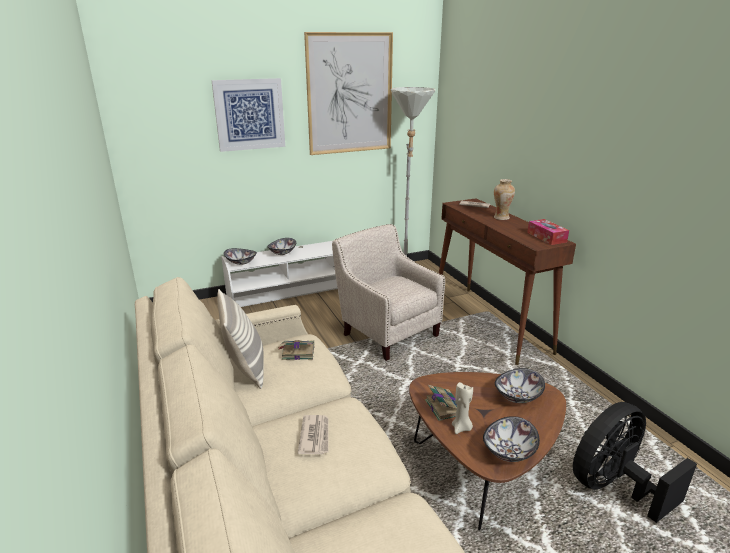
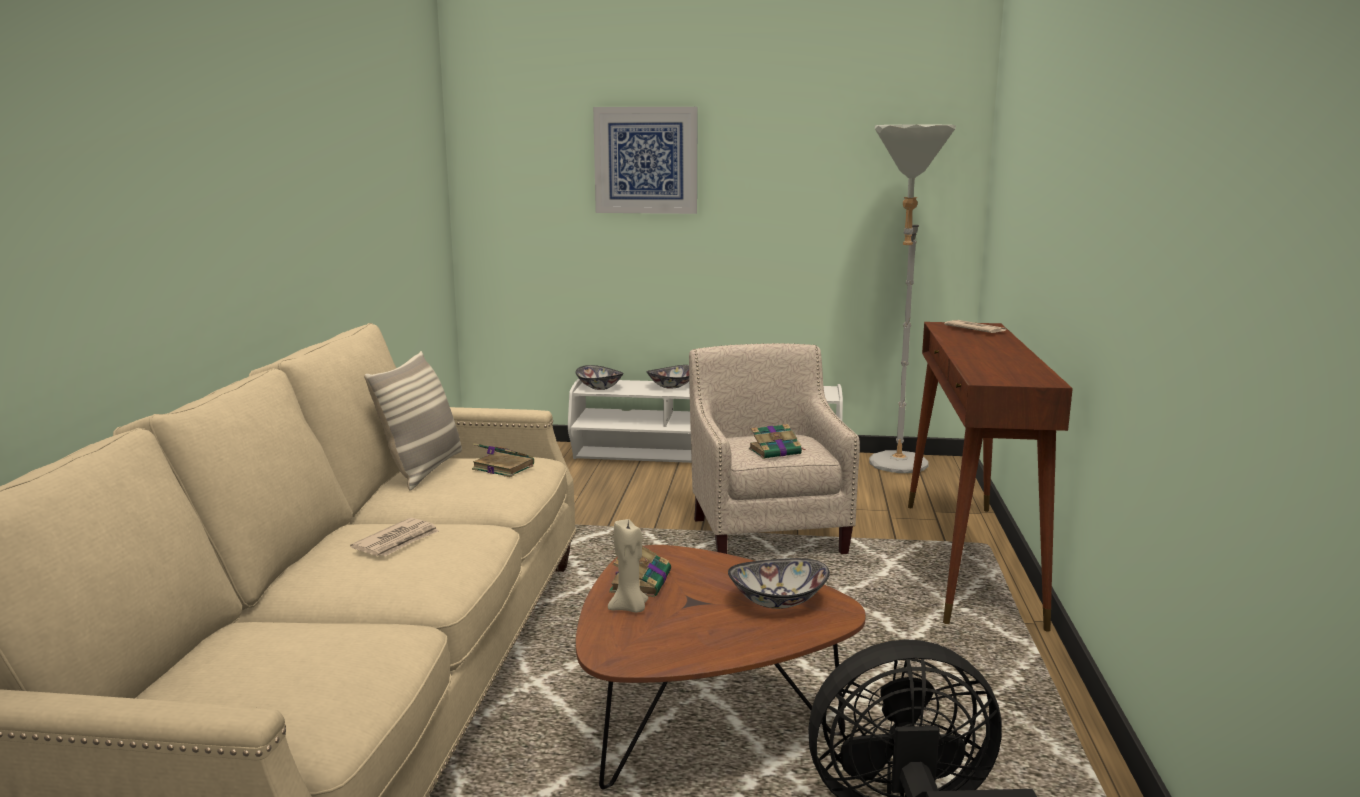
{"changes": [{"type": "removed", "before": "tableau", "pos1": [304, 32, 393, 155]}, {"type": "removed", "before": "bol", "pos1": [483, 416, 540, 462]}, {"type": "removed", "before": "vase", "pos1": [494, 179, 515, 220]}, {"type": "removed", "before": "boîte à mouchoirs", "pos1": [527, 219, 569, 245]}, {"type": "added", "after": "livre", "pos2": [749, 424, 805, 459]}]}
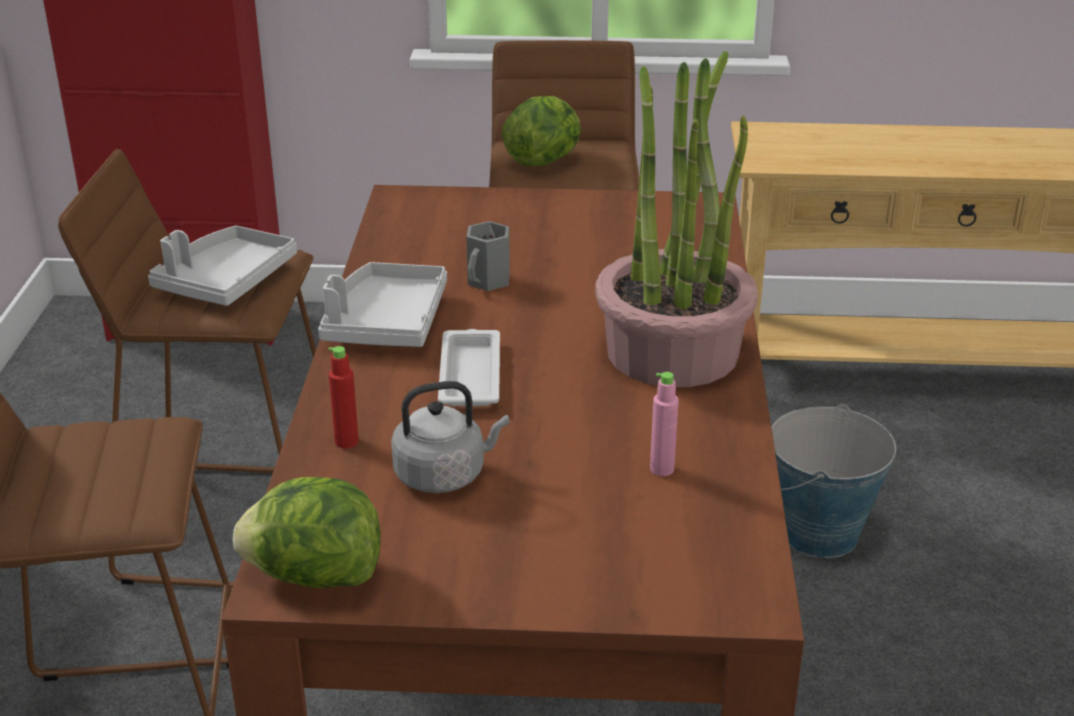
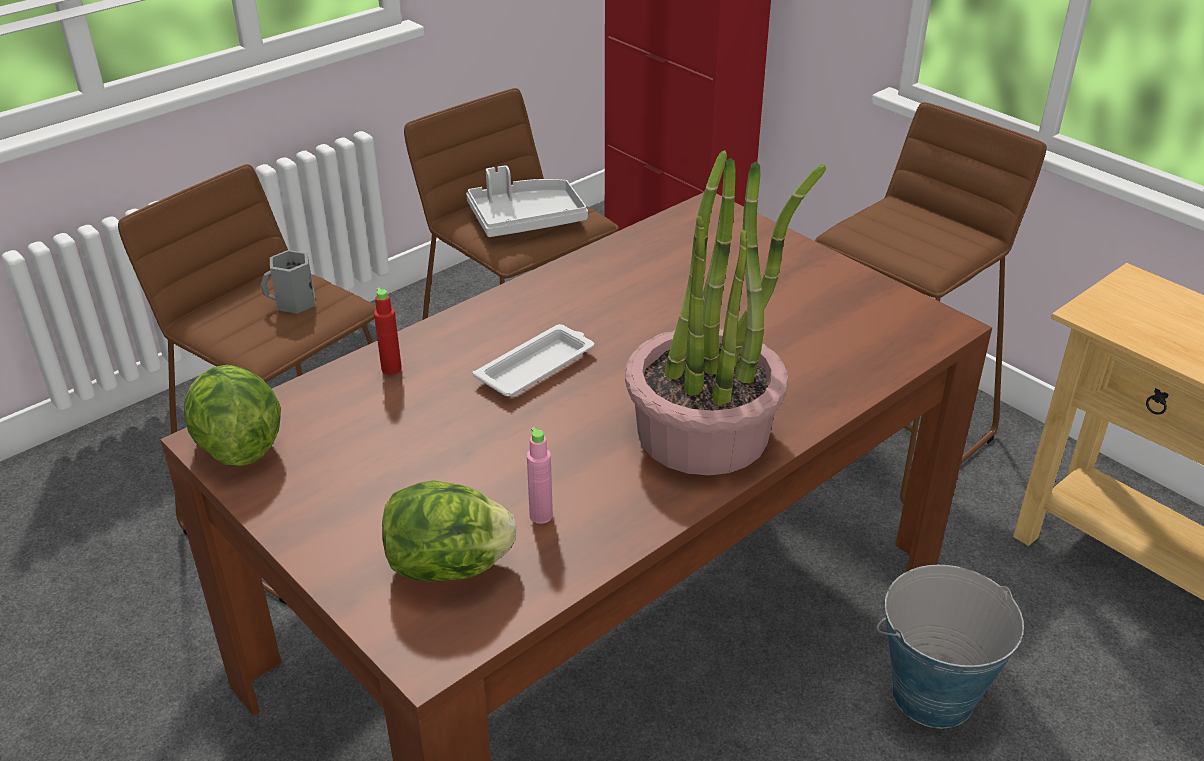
{"changes": [{"type": "removed", "before": "plateau [gris]", "pos1": [318, 262, 447, 347]}, {"type": "removed", "before": "bouilloire [gris]", "pos1": [391, 381, 510, 493]}, {"type": "moved", "before": "mug [gris]", "pos1": [467, 221, 510, 291], "pos2": [261, 250, 315, 314]}, {"type": "moved", "before": "laitue", "pos1": [502, 96, 581, 166], "pos2": [382, 480, 517, 581]}]}
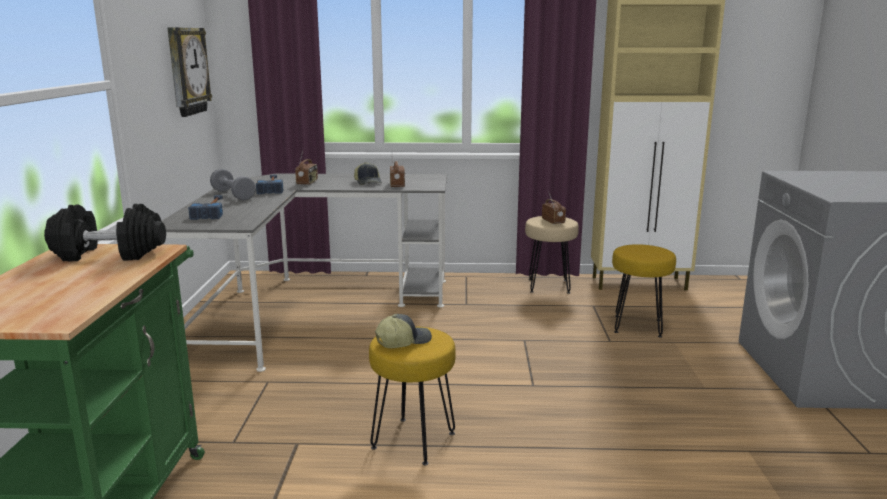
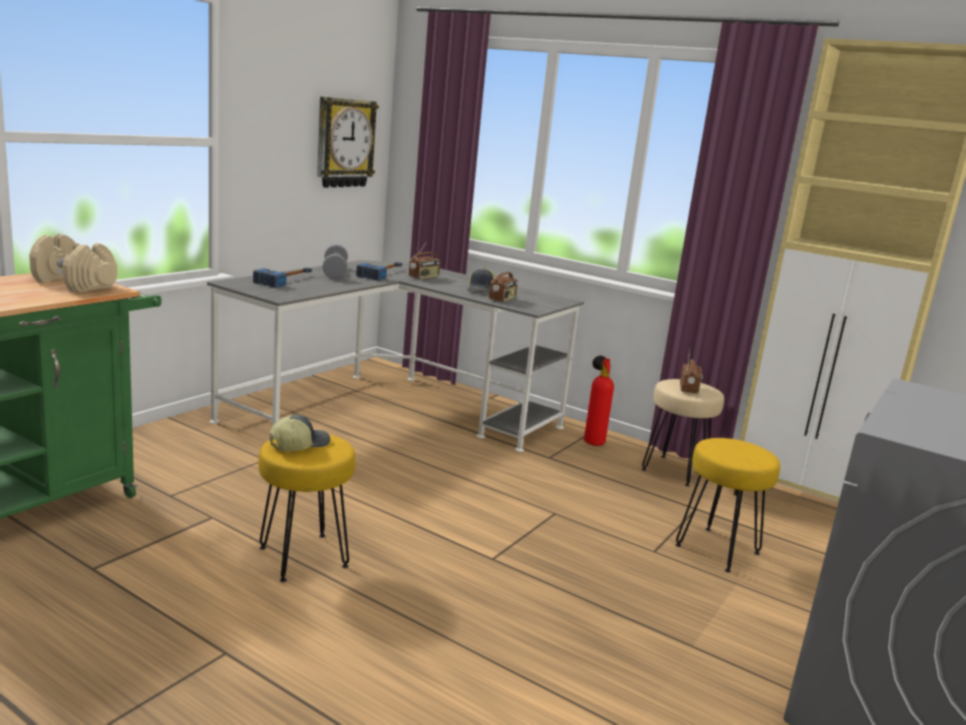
{"changes": [{"type": "added", "after": "extincteur", "pos2": [584, 356, 614, 446]}, {"type": "recoloured", "before": "haltère [noir]", "after": "haltère [beige]", "pos1": [44, 204, 166, 261], "pos2": [29, 234, 117, 292]}, {"type": "turned", "before": "casquette", "pos1": [375, 314, 432, 348], "pos2": [270, 414, 330, 452], "turn": -45}]}
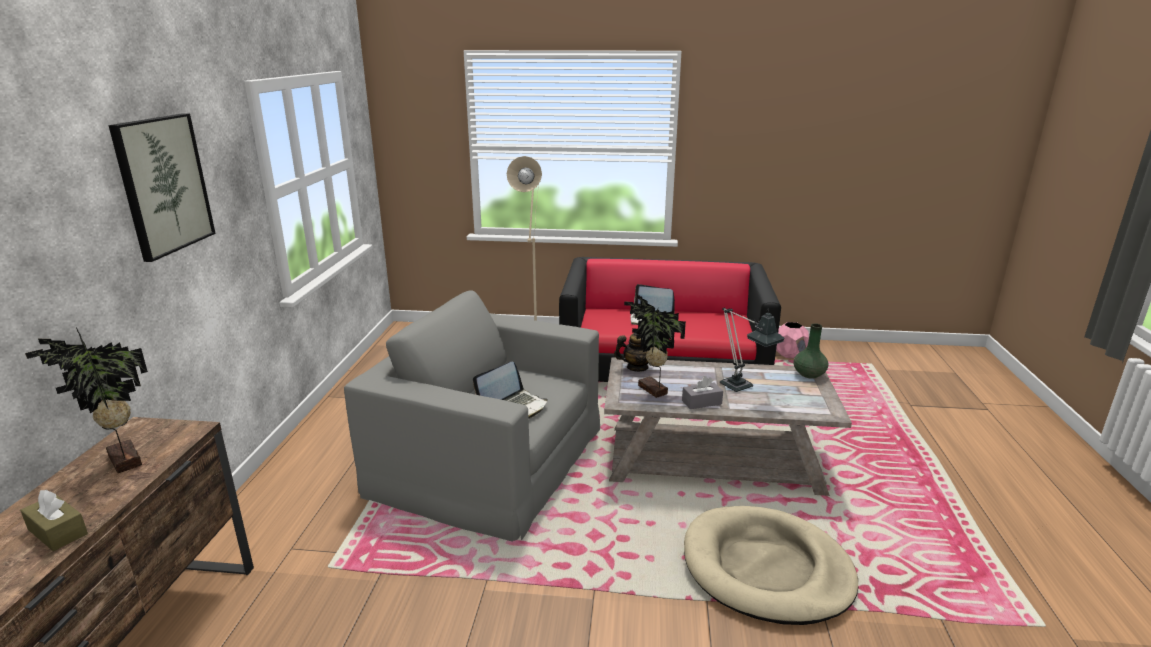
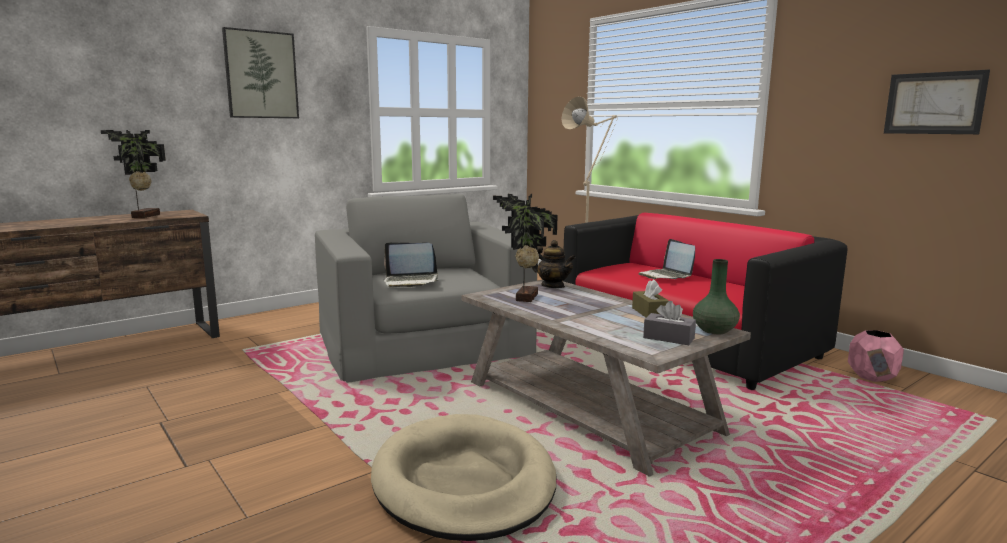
{"changes": [{"type": "removed", "before": "lampe de table", "pos1": [720, 307, 785, 392]}, {"type": "added", "after": "tableau", "pos2": [884, 70, 990, 134]}, {"type": "moved", "before": "boîte à mouchoirs [marron]", "pos1": [20, 490, 88, 551], "pos2": [632, 279, 669, 317]}, {"type": "moved", "before": "boîte à mouchoirs [gris]", "pos1": [682, 376, 723, 409], "pos2": [643, 301, 696, 345]}]}
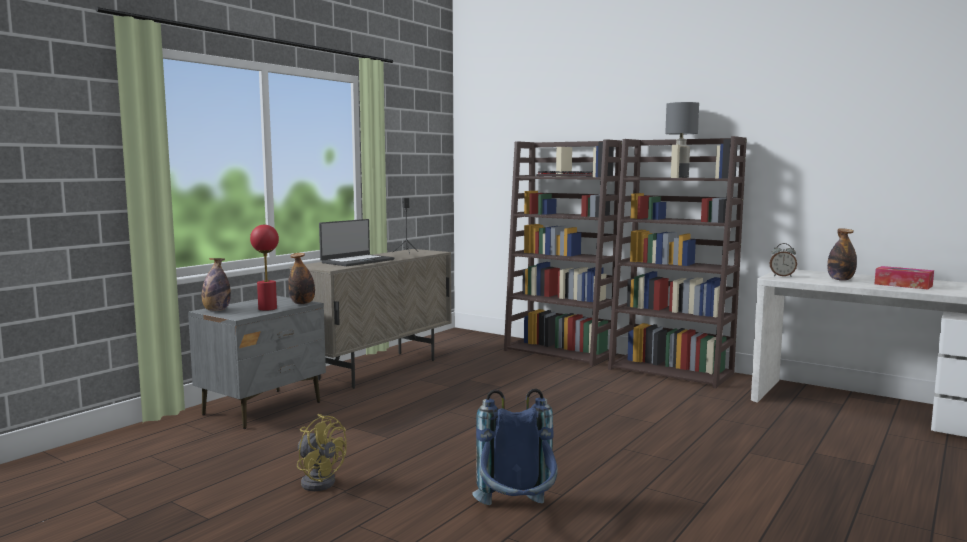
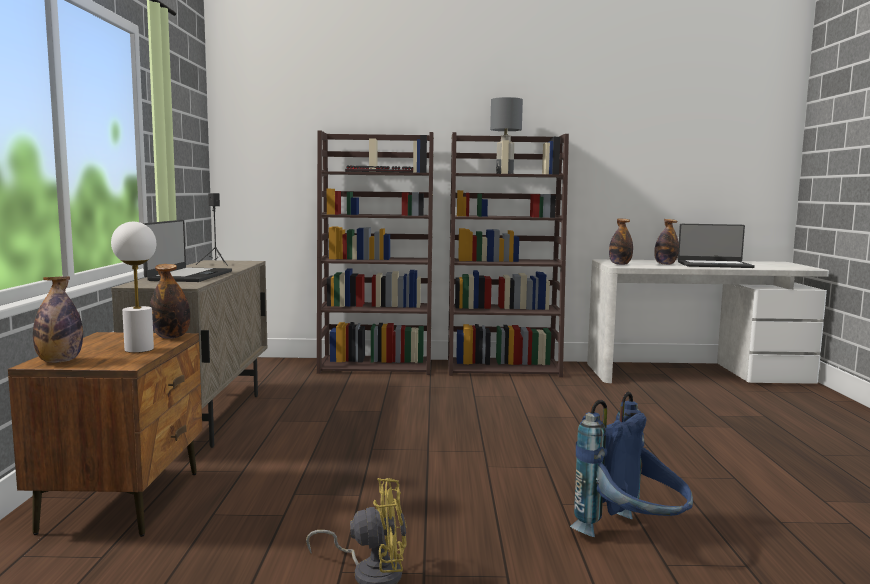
{"changes": [{"type": "replaced", "before": "réveil", "after": "bouteille", "pos1": [769, 243, 797, 277], "pos2": [609, 218, 633, 265]}, {"type": "replaced", "before": "boîte à mouchoirs", "after": "ordinateur portable", "pos1": [875, 266, 934, 290], "pos2": [678, 224, 755, 268]}, {"type": "recoloured", "before": "table de chevet [gris]", "after": "table de chevet [marron]", "pos1": [188, 296, 326, 429], "pos2": [8, 332, 203, 537]}, {"type": "recoloured", "before": "lampe de table [rouge]", "after": "lampe de table [blanc]", "pos1": [250, 225, 279, 311], "pos2": [111, 222, 156, 353]}]}
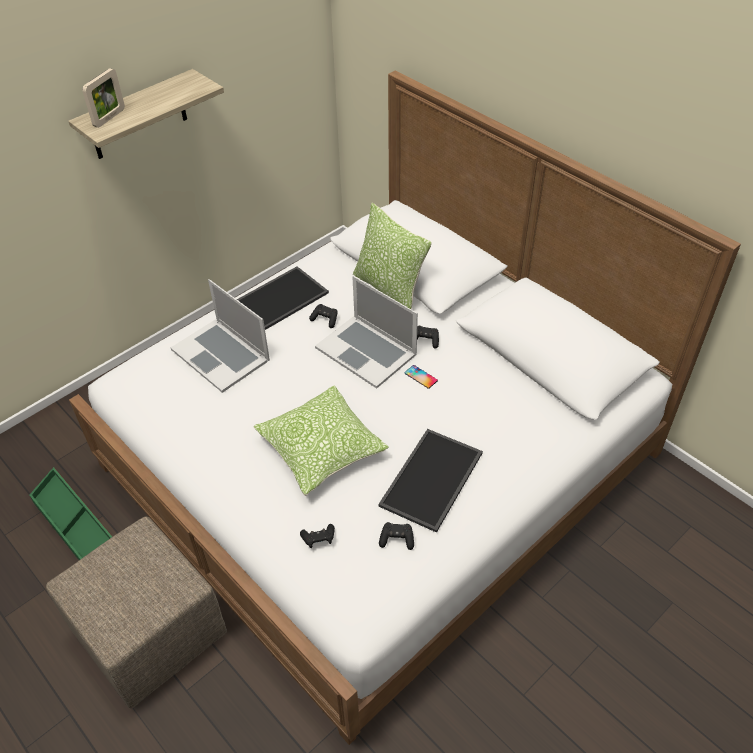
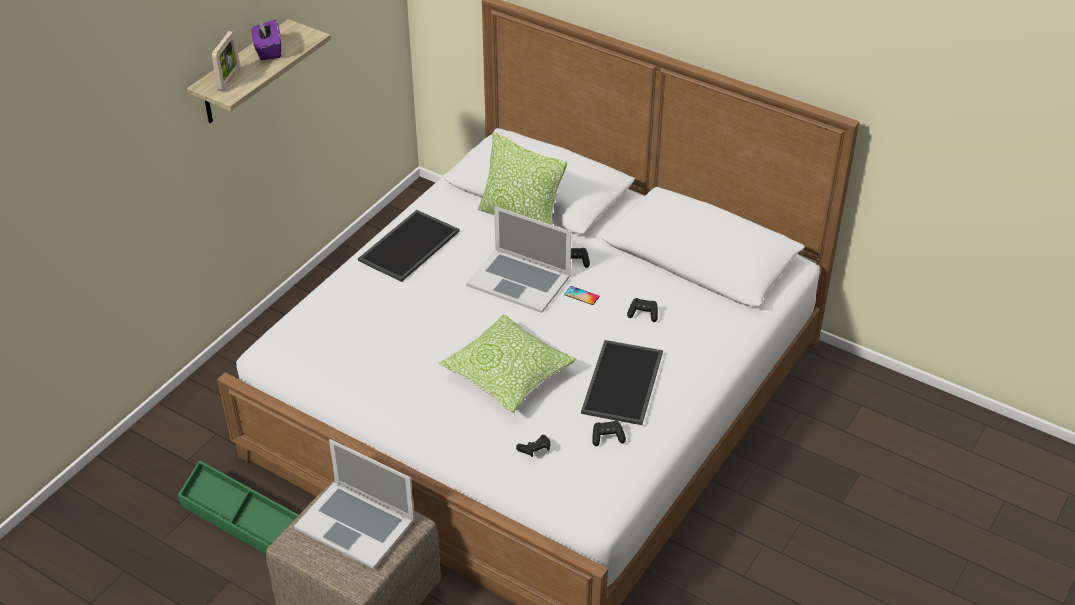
{"changes": [{"type": "added", "after": "boîte à mouchoirs [violet]", "pos2": [251, 20, 281, 60]}, {"type": "moved", "before": "ordinateur portable", "pos1": [171, 279, 270, 393], "pos2": [294, 439, 414, 569]}, {"type": "moved", "before": "manette [noir]", "pos1": [309, 304, 338, 328], "pos2": [627, 298, 658, 322]}]}
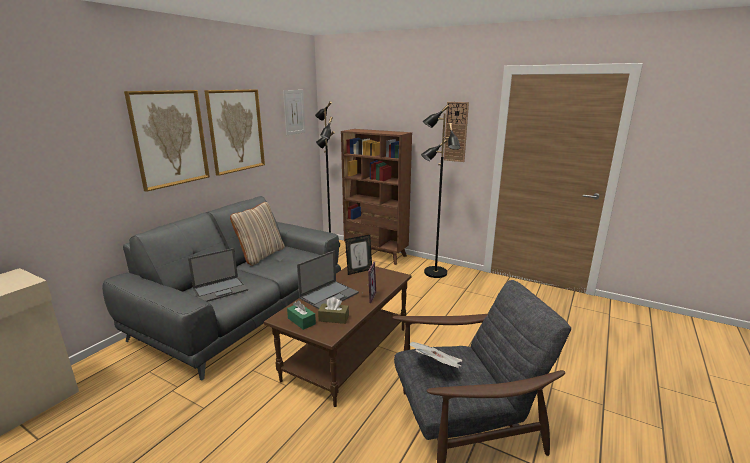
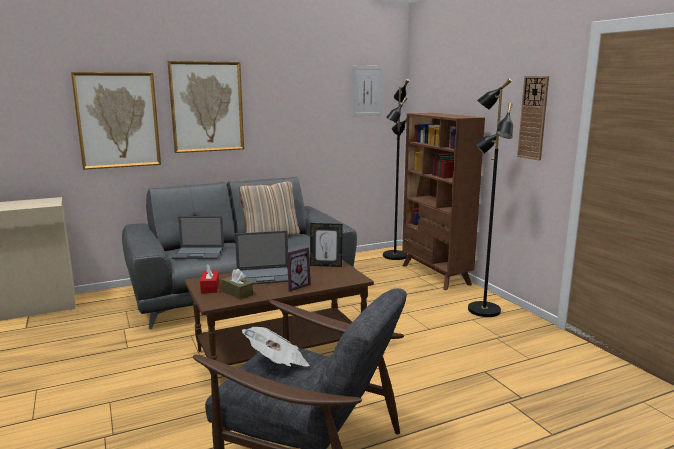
{"changes": [{"type": "moved", "before": "tableau", "pos1": [204, 89, 265, 176], "pos2": [71, 72, 161, 170]}, {"type": "recoloured", "before": "boîte à mouchoirs [vert]", "after": "boîte à mouchoirs [rouge]", "pos1": [287, 300, 316, 330], "pos2": [200, 264, 219, 294]}]}
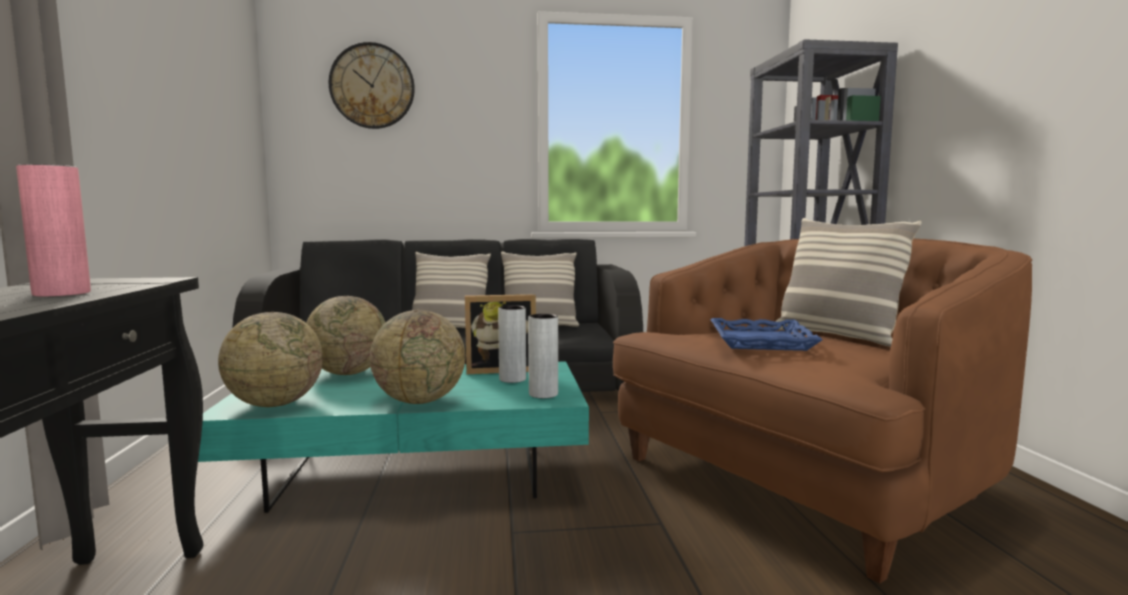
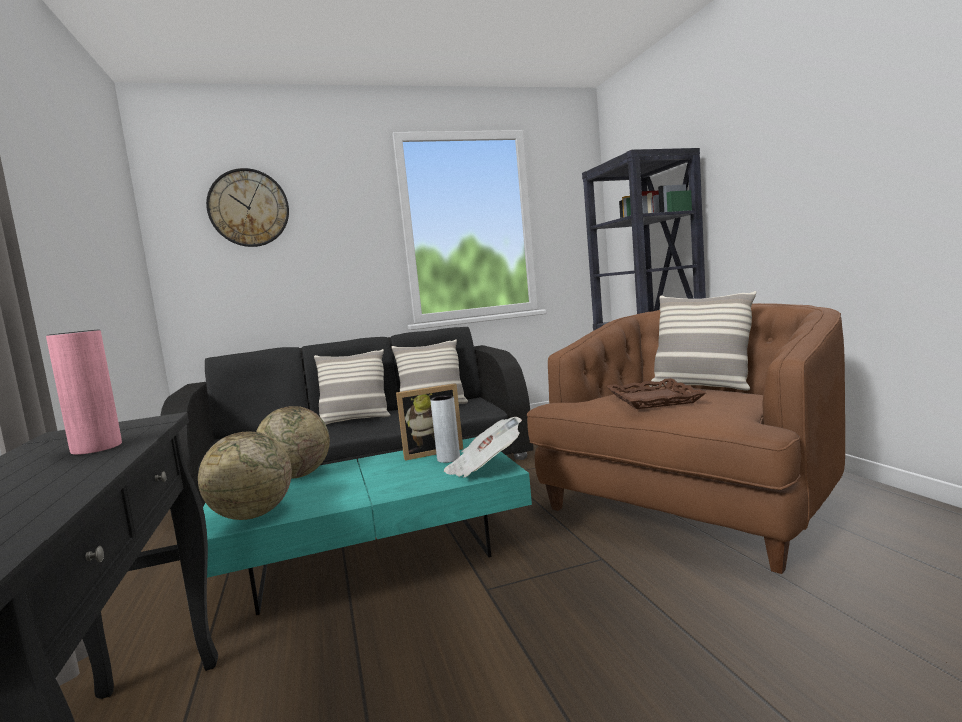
{"changes": [{"type": "removed", "before": "globe", "pos1": [370, 310, 465, 404]}, {"type": "replaced", "before": "vase [gris]", "after": "journal", "pos1": [528, 314, 558, 398], "pos2": [444, 417, 522, 478]}, {"type": "recoloured", "before": "plateau [bleu]", "after": "plateau [marron]", "pos1": [710, 318, 823, 351], "pos2": [606, 378, 706, 409]}]}
